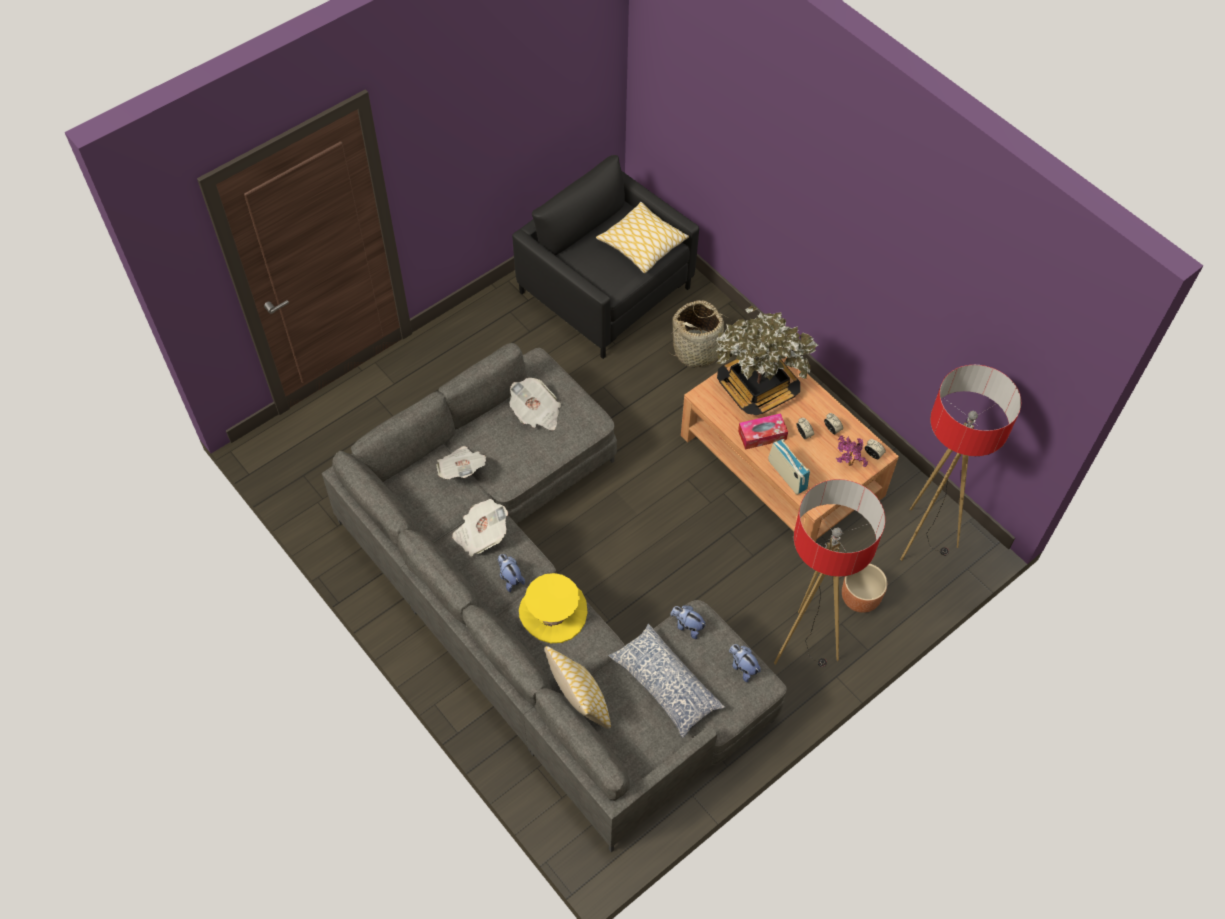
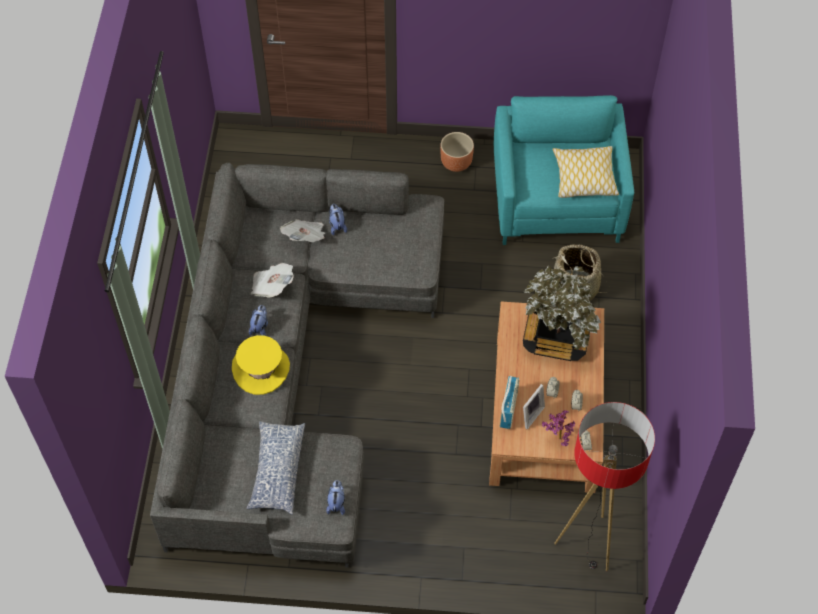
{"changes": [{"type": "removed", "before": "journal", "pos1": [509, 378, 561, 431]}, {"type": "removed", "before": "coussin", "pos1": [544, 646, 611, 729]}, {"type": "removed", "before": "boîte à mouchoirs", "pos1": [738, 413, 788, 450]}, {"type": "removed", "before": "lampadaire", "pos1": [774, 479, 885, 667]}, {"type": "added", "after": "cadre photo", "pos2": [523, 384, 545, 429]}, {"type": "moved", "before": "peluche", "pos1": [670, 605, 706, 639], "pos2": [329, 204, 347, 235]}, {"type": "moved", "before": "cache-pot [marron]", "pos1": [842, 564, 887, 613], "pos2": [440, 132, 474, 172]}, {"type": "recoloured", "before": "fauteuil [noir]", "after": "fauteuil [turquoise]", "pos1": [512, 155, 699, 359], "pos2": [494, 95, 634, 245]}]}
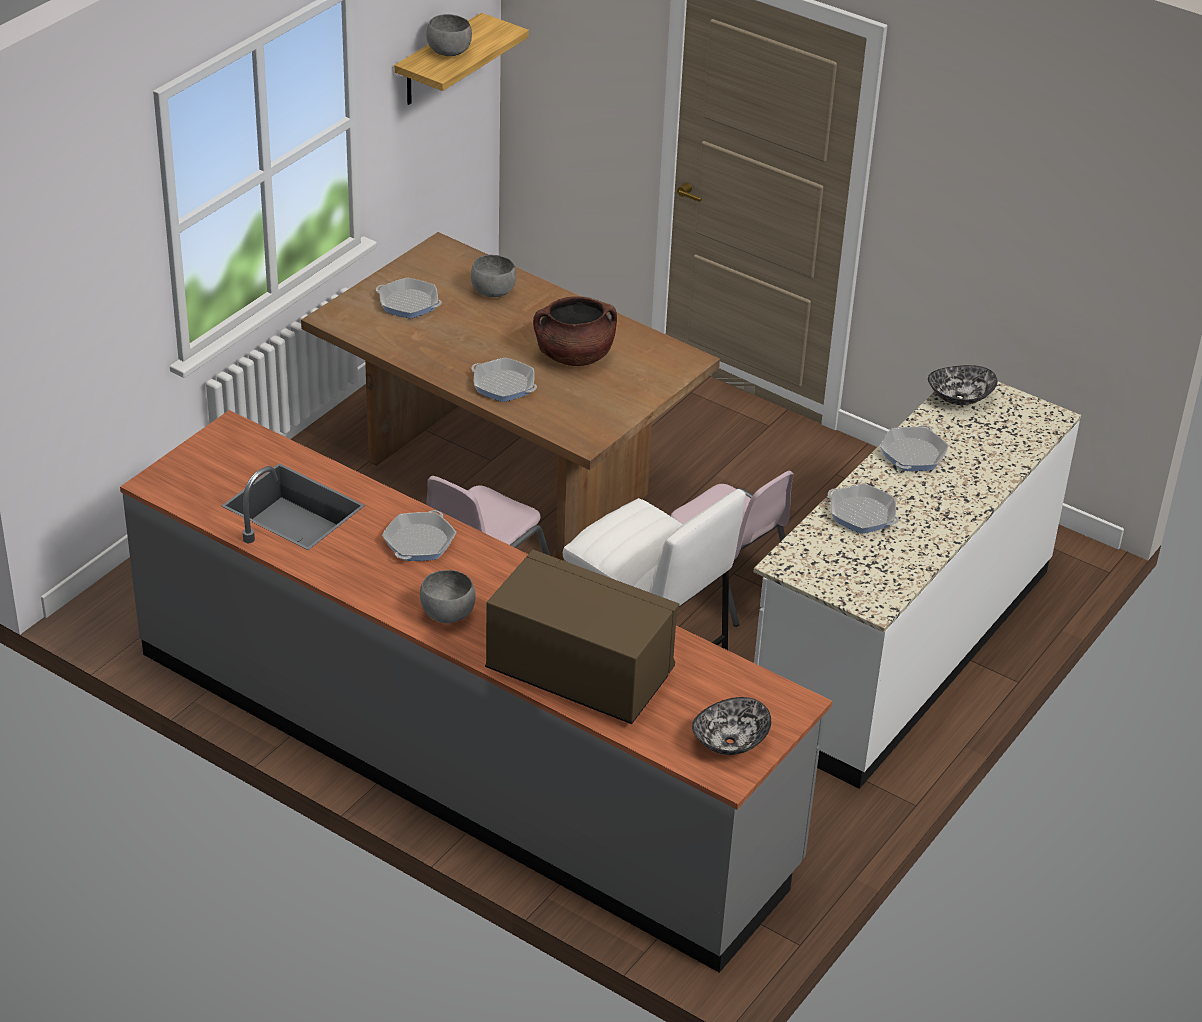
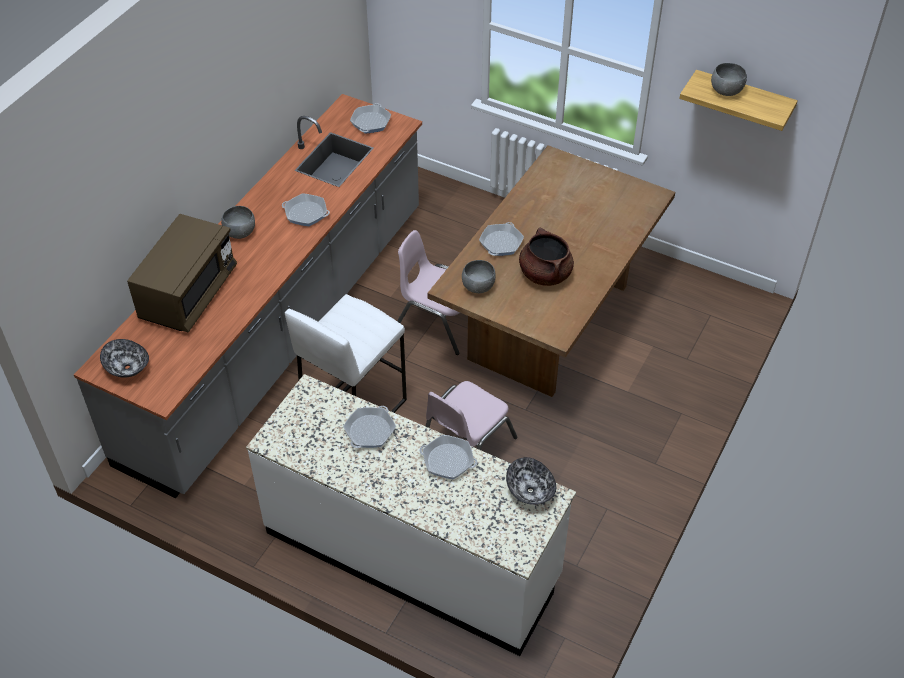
{"changes": [{"type": "moved", "before": "poêle", "pos1": [376, 277, 442, 319], "pos2": [350, 103, 391, 134]}, {"type": "moved", "before": "bol [gris]", "pos1": [471, 255, 516, 297], "pos2": [462, 260, 496, 293]}]}
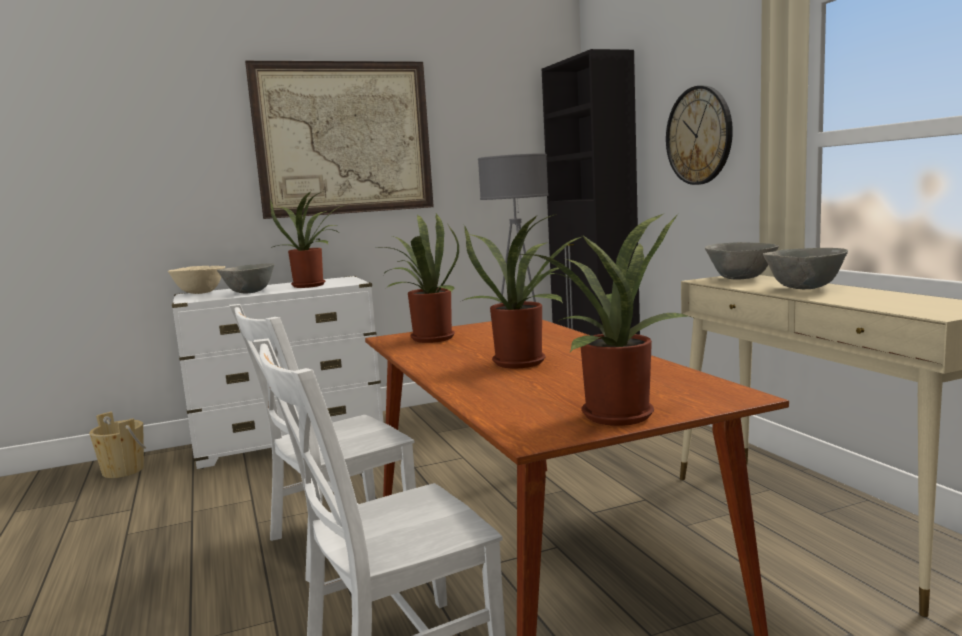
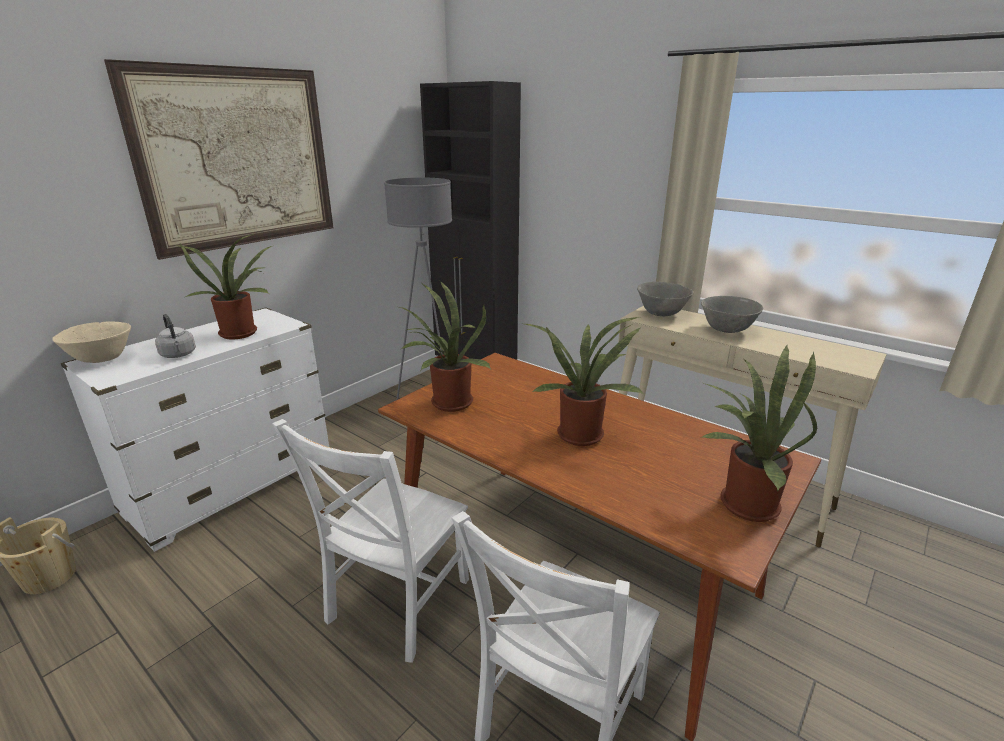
{"changes": [{"type": "removed", "before": "horloge murale", "pos1": [666, 86, 733, 185]}, {"type": "replaced", "before": "bol [gris]", "after": "bouilloire [gris]", "pos1": [217, 263, 275, 293], "pos2": [155, 314, 196, 358]}]}
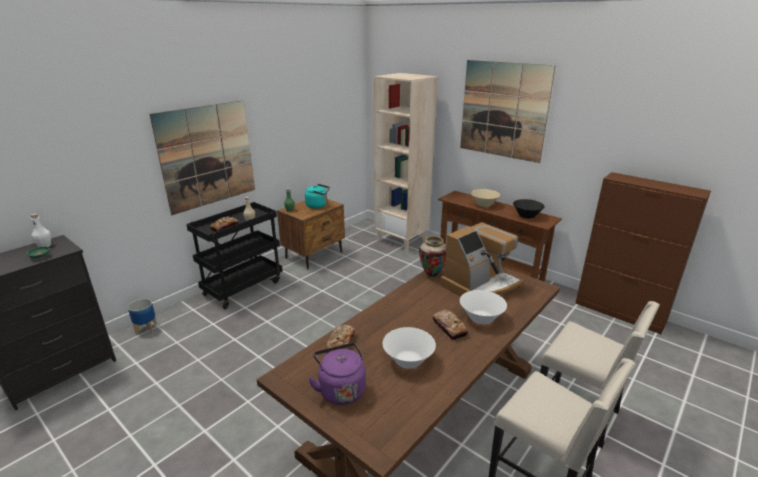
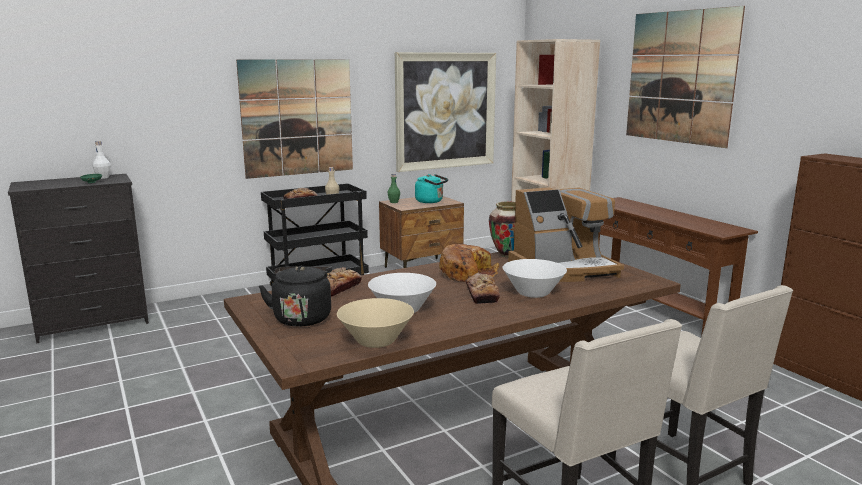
{"changes": [{"type": "removed", "before": "cache-pot", "pos1": [128, 299, 157, 335]}, {"type": "removed", "before": "bol [noir]", "pos1": [513, 199, 545, 219]}, {"type": "added", "after": "tableau", "pos2": [395, 52, 496, 172]}, {"type": "added", "after": "pain", "pos2": [439, 244, 499, 282]}, {"type": "moved", "before": "bol [beige]", "pos1": [471, 189, 500, 207], "pos2": [337, 298, 414, 348]}, {"type": "recoloured", "before": "bouilloire [violet]", "after": "bouilloire [noir]", "pos1": [308, 343, 366, 405], "pos2": [259, 266, 332, 327]}]}
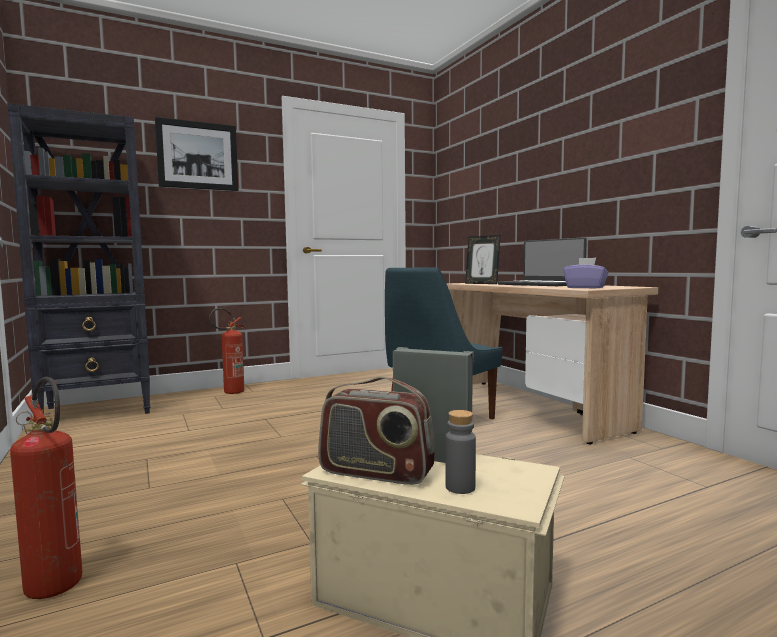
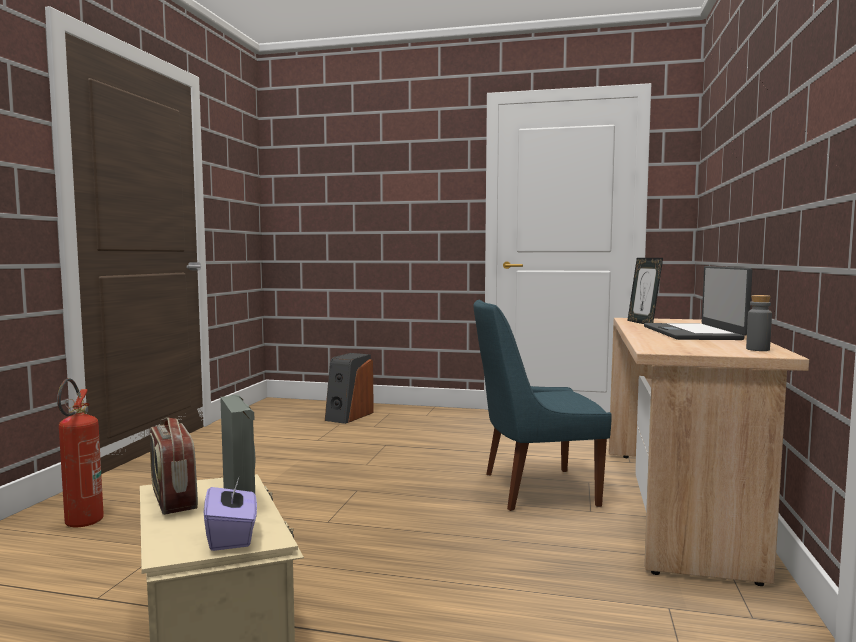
{"changes": [{"type": "removed", "before": "bibliothèque [noir]", "pos1": [7, 103, 151, 414]}, {"type": "removed", "before": "tableau", "pos1": [155, 117, 238, 191]}, {"type": "removed", "before": "extincteur", "pos1": [209, 308, 244, 394]}, {"type": "added", "after": "enceinte", "pos2": [325, 353, 374, 424]}, {"type": "moved", "before": "bouteille [gris]", "pos1": [445, 410, 476, 494], "pos2": [746, 295, 772, 351]}, {"type": "moved", "before": "boîte à mouchoirs [violet]", "pos1": [563, 257, 608, 289], "pos2": [204, 475, 257, 551]}]}
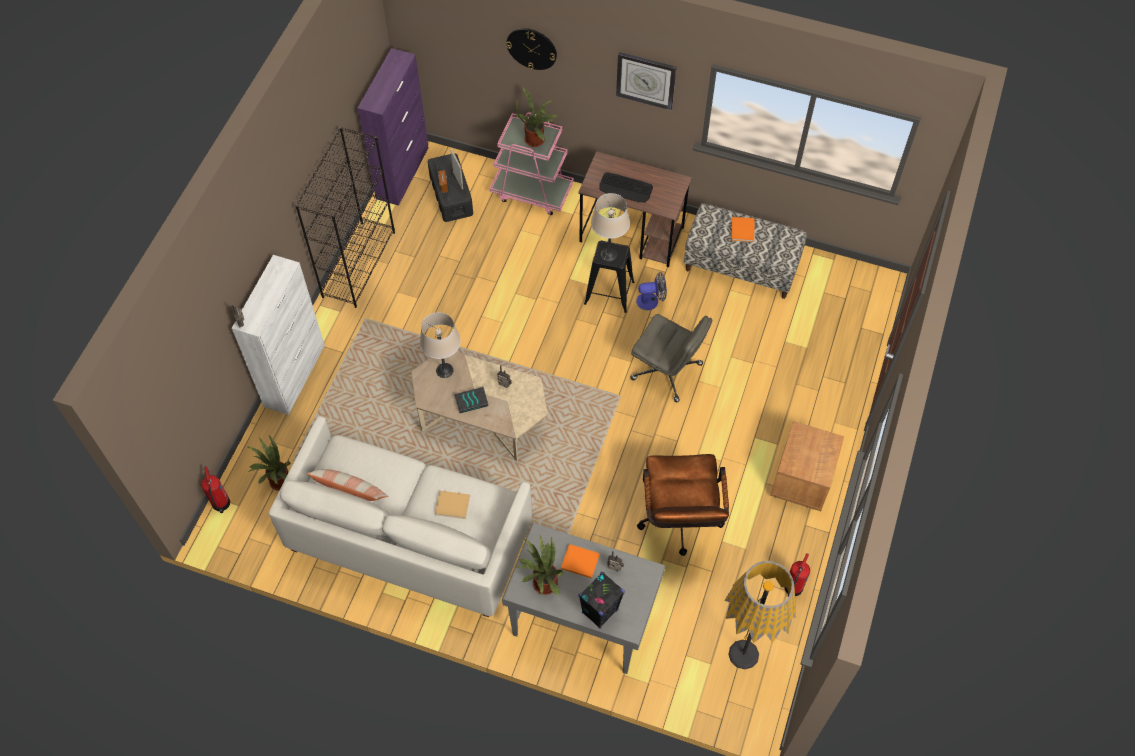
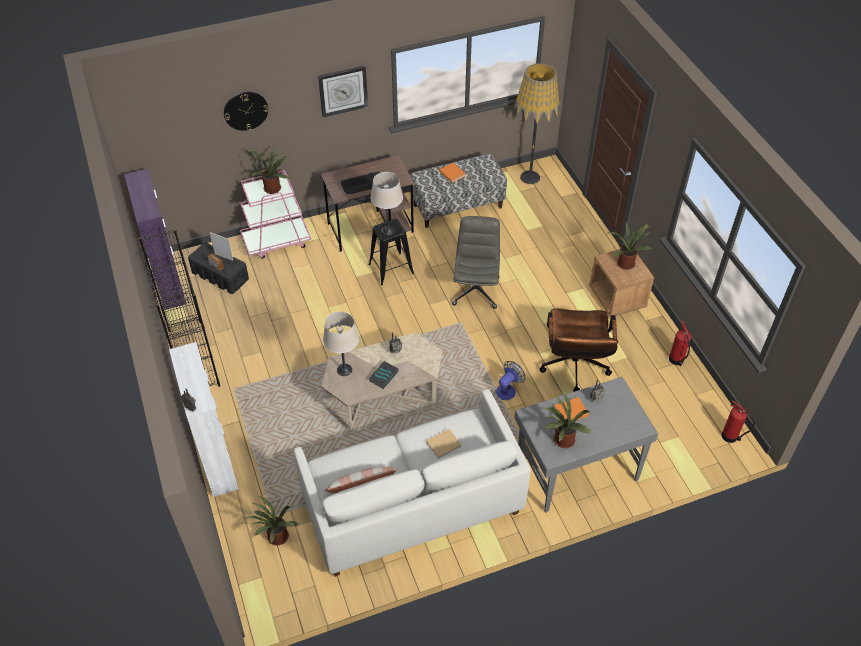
{"changes": [{"type": "removed", "before": "enceinte [noir]", "pos1": [578, 572, 625, 629]}, {"type": "added", "after": "plante en pot", "pos2": [608, 223, 651, 270]}, {"type": "moved", "before": "extincteur", "pos1": [201, 466, 230, 513], "pos2": [721, 400, 755, 443]}, {"type": "moved", "before": "ventilateur", "pos1": [636, 272, 667, 310], "pos2": [496, 361, 525, 400]}, {"type": "moved", "before": "lampadaire", "pos1": [724, 561, 796, 669], "pos2": [514, 63, 561, 184]}, {"type": "turned", "before": "chaise de bureau [gris]", "pos1": [630, 314, 712, 402], "pos2": [452, 216, 500, 309], "turn": -75}, {"type": "turned", "before": "chaise de bureau [marron]", "pos1": [637, 454, 729, 556], "pos2": [539, 308, 618, 392], "turn": 45}]}
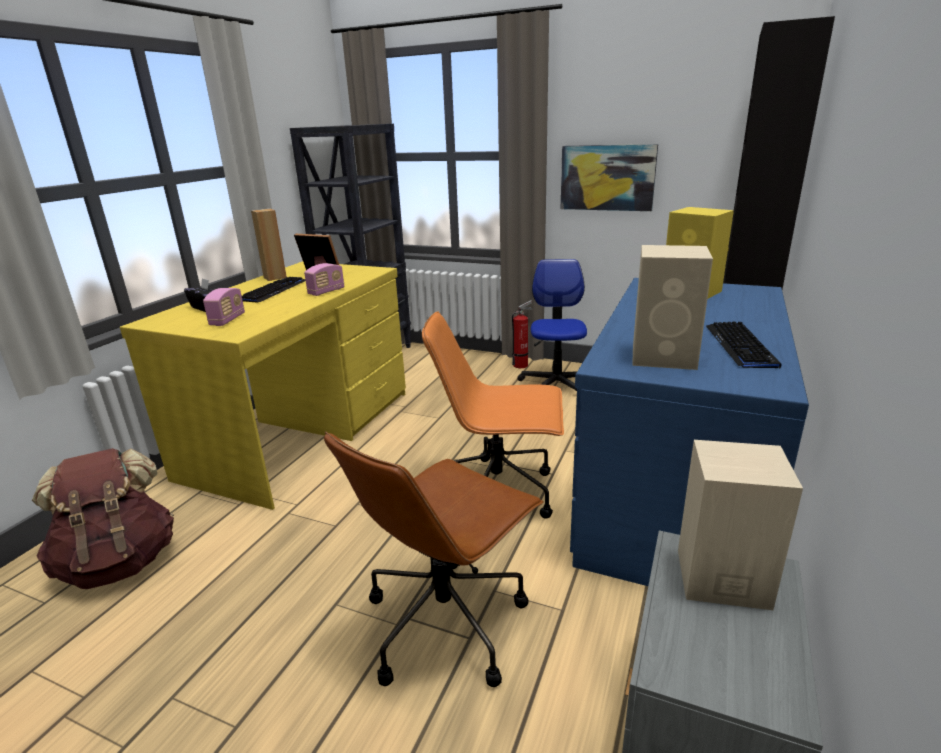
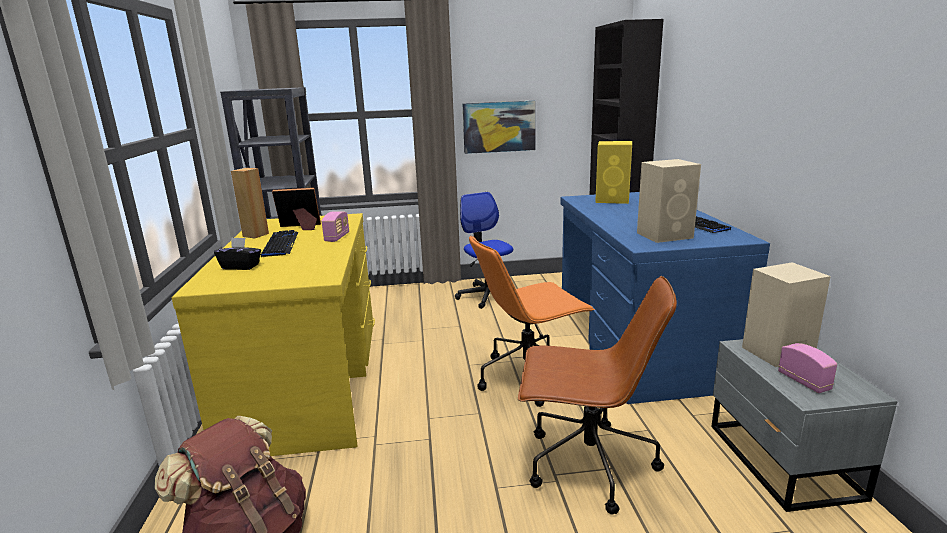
{"changes": [{"type": "removed", "before": "extincteur", "pos1": [512, 300, 532, 368]}, {"type": "moved", "before": "radio", "pos1": [203, 288, 245, 326], "pos2": [778, 343, 837, 393]}, {"type": "turned", "before": "chaise de bureau [marron]", "pos1": [324, 432, 544, 687], "pos2": [518, 276, 677, 514], "turn": -90}]}
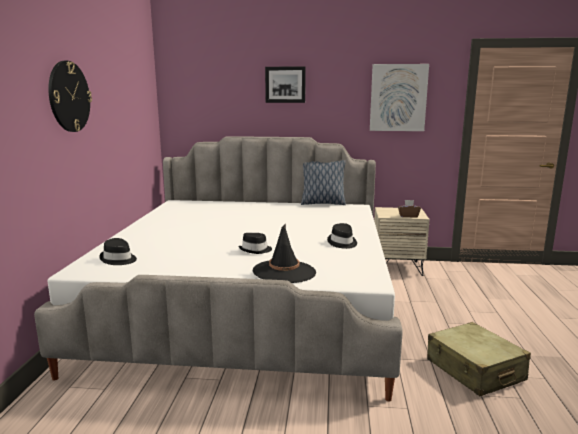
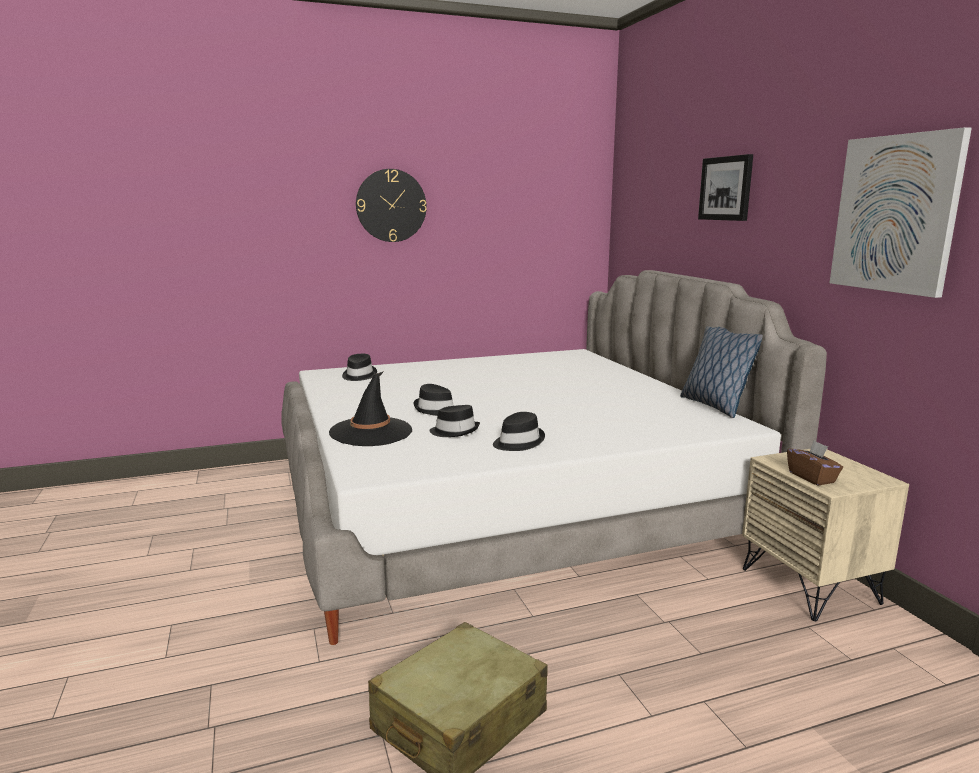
{"changes": [{"type": "added", "after": "chapeau [noir]", "pos2": [429, 405, 480, 437]}]}
